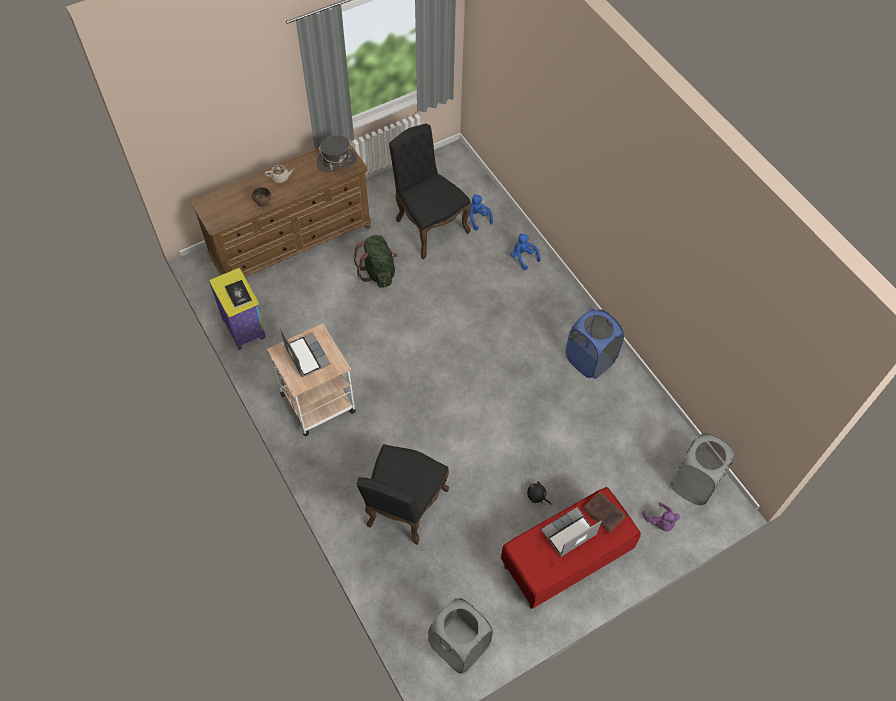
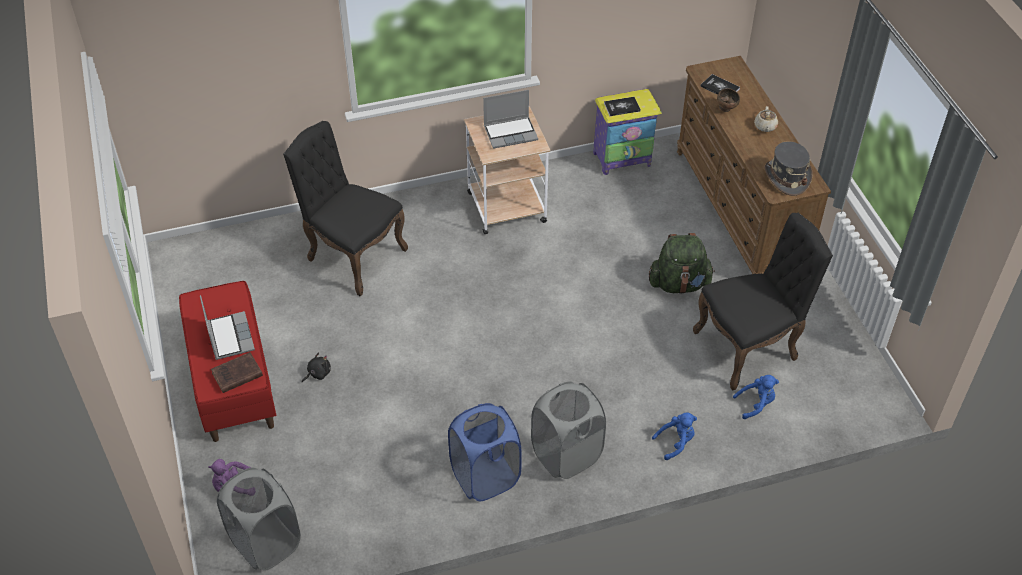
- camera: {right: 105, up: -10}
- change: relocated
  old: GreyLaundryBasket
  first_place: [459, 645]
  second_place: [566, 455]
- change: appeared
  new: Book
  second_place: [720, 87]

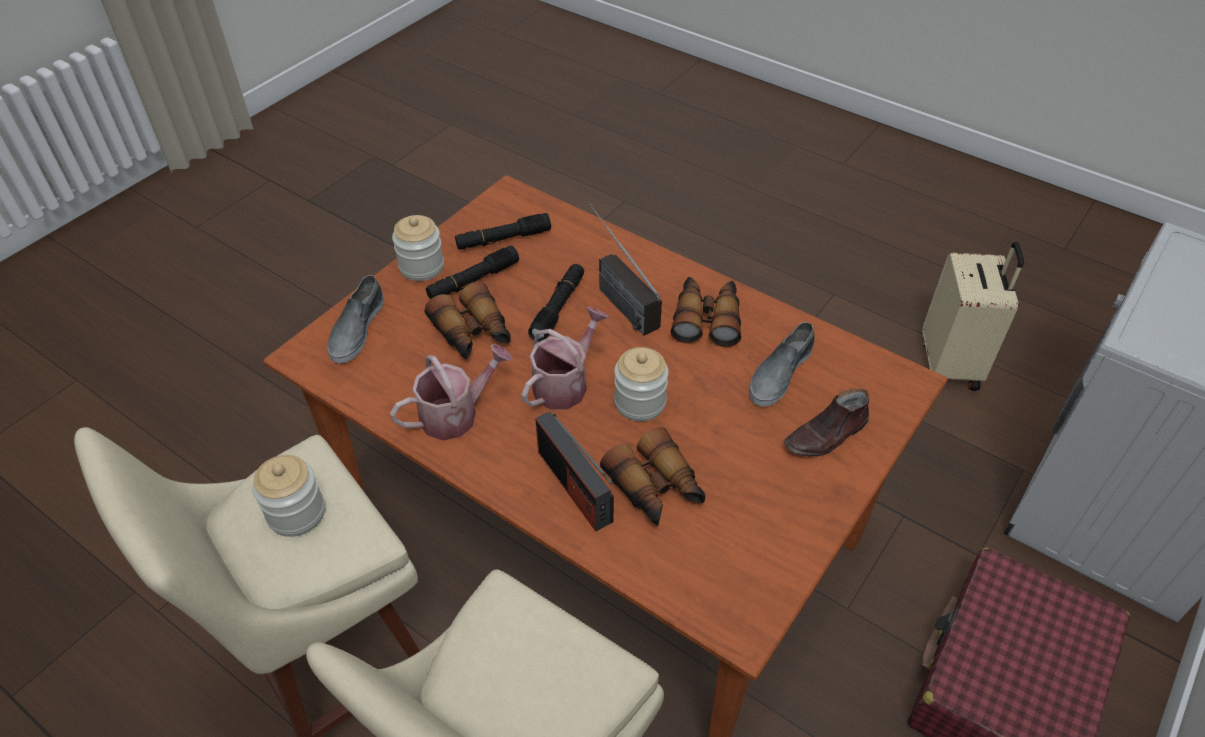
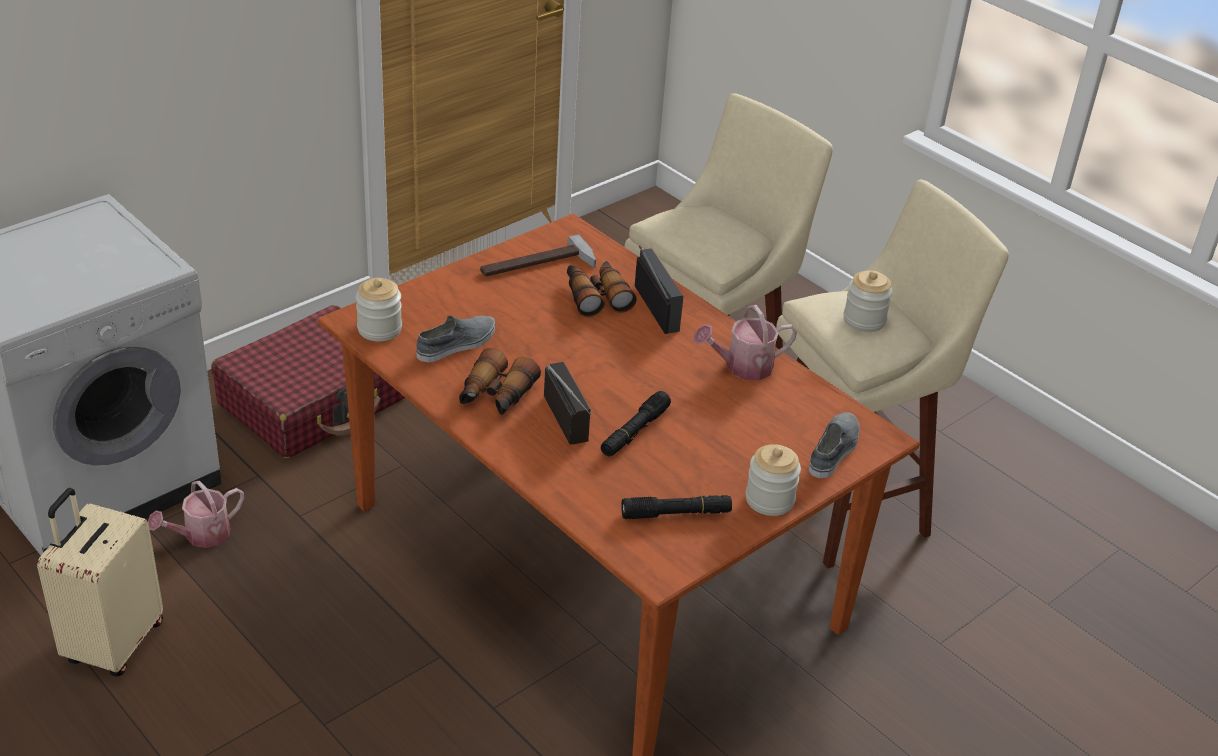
- camera: {right: -170, up: -10}
- change: missing
  old: BlackFlashlight
  first_place: [473, 281]
- change: missing
  old: Binoculars
  first_place: [473, 334]
- change: relocated
  old: WateringCan
  first_place: [565, 383]
  second_place: [201, 535]
- change: relocated
  old: Jar
  first_place: [640, 402]
  second_place: [379, 329]
- change: missing
  old: BrownShoe
  first_place: [826, 435]
- change: appeared
  new: Hammer
  second_place: [537, 266]

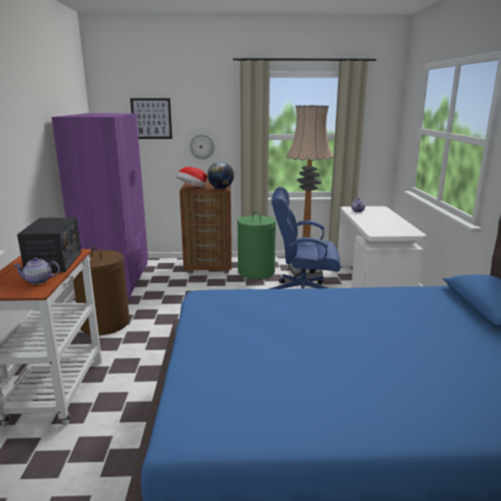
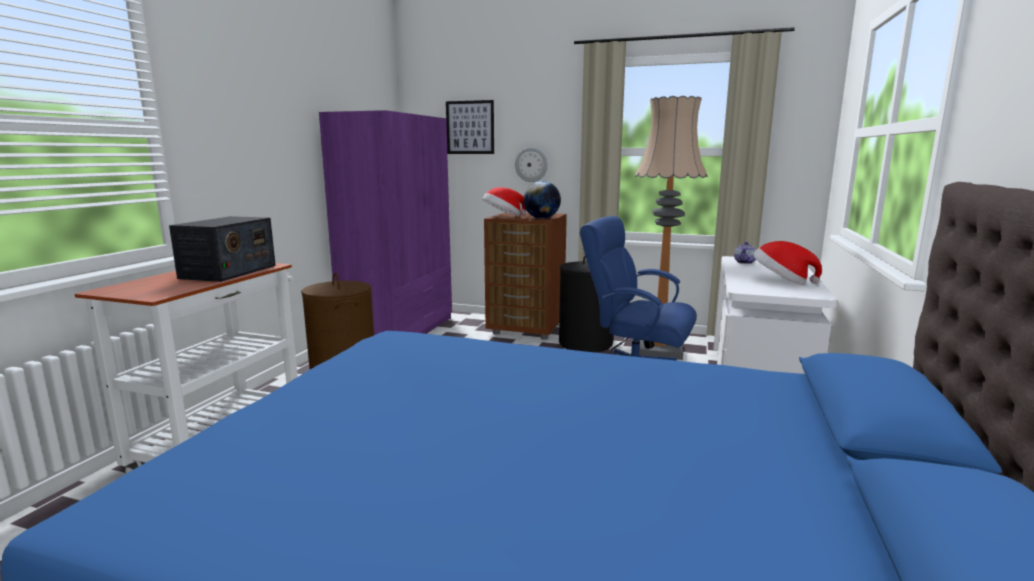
- camera: {right: 20, up: -5}
- change: colour
  old: GreenLaundryBasket
  new: BlackLaundryBasket
  first_place: [256, 272]
  second_place: [585, 343]
- change: missing
  old: Teapot
  first_place: [39, 281]
- change: appeared
  new: Hat
  second_place: [781, 281]

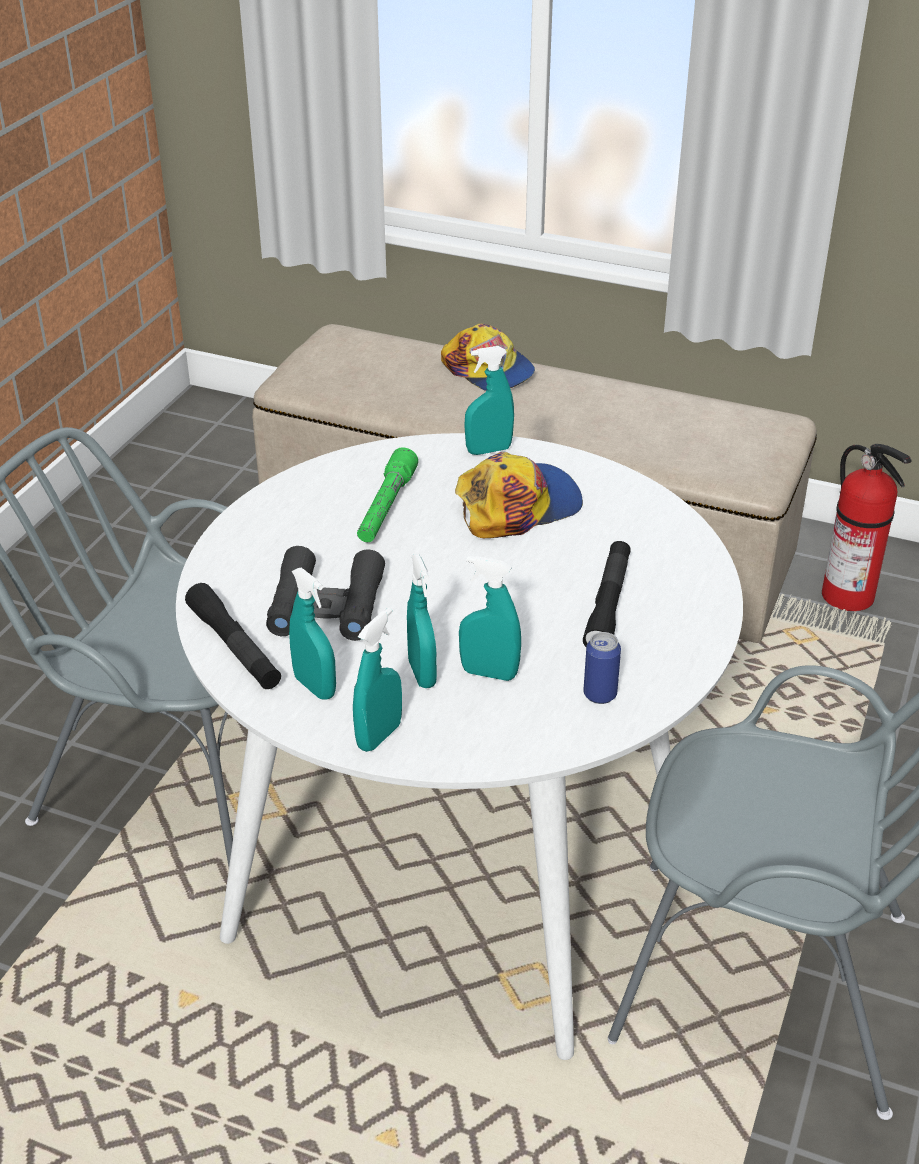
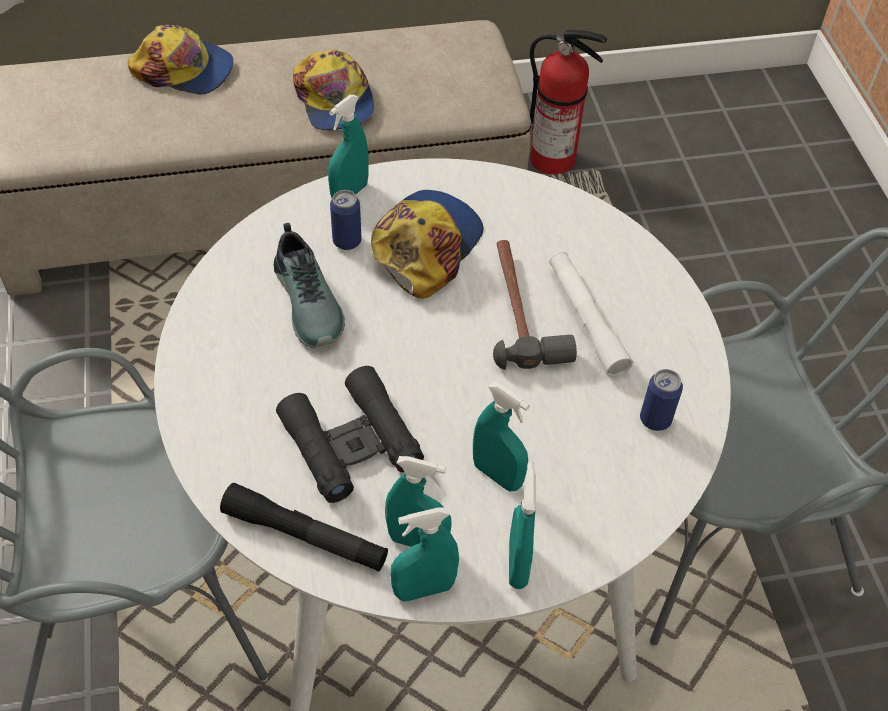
- camera: {right: -35, up: 15}
- change: exchanged
  old: GreenFlashlight
  new: Shoe
  first_place: [386, 507]
  second_place: [311, 301]
- change: colour
  old: BlackFlashlight
  new: WhiteFlashlight
  first_place: [608, 604]
  second_place: [586, 320]
- change: relocated
  old: TurquoiseSprayBottle
  first_place: [489, 673]
  second_place: [424, 589]
- change: appeared
  new: Cap
  second_place: [334, 100]
- change: appeared
  new: Can
  second_place: [347, 241]
- change: appeared
  new: Hammer
  second_place: [520, 309]

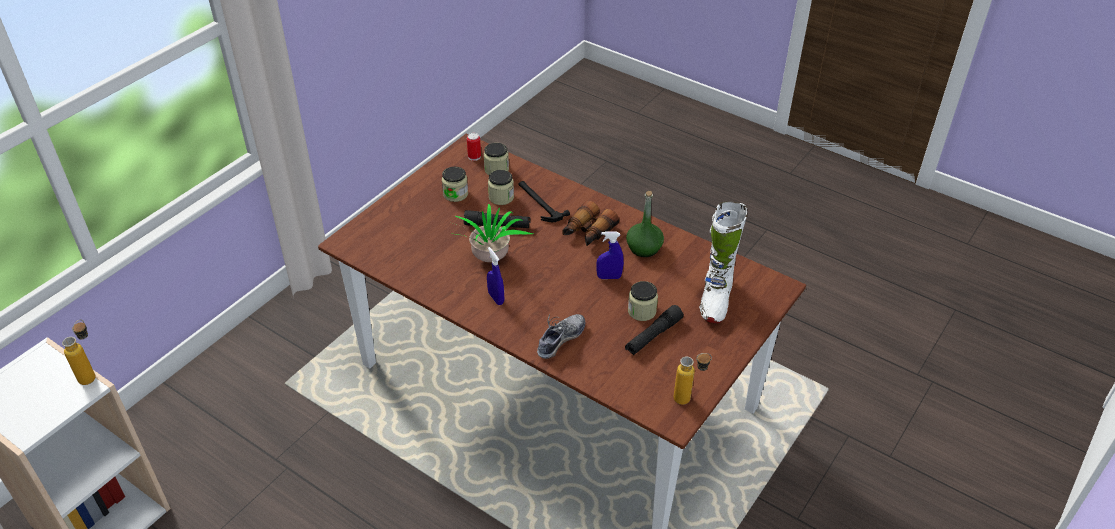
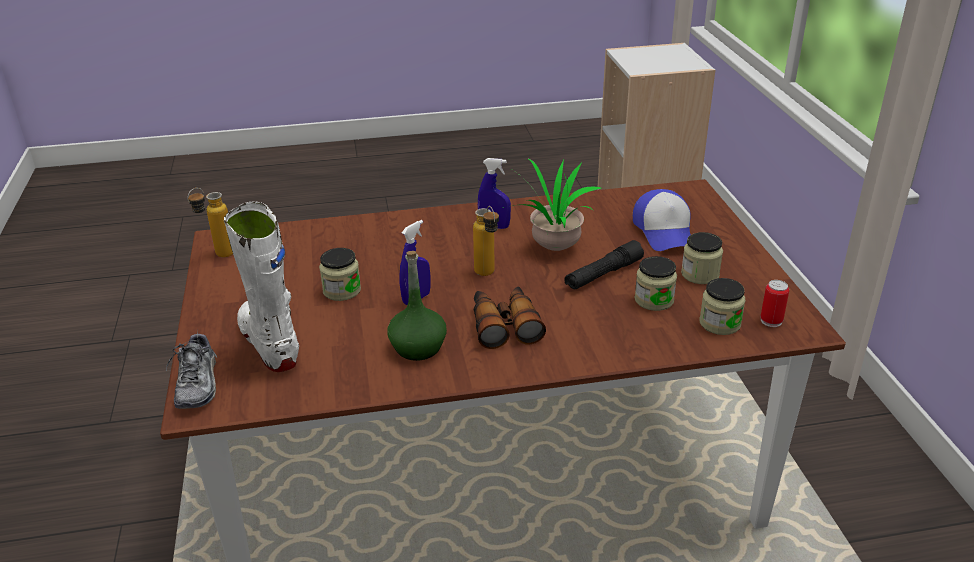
- camera: {right: 135, up: -10}
- change: missing
  old: Hammer
  first_place: [539, 203]
- change: missing
  old: BlackFlashlight
  first_place: [653, 336]
- change: relocated
  old: Shoe
  first_place: [560, 340]
  second_place: [198, 384]
- change: relocated
  old: Bottle
  first_place: [92, 374]
  second_place: [487, 275]
- change: appeared
  new: Cap
  second_place: [664, 231]

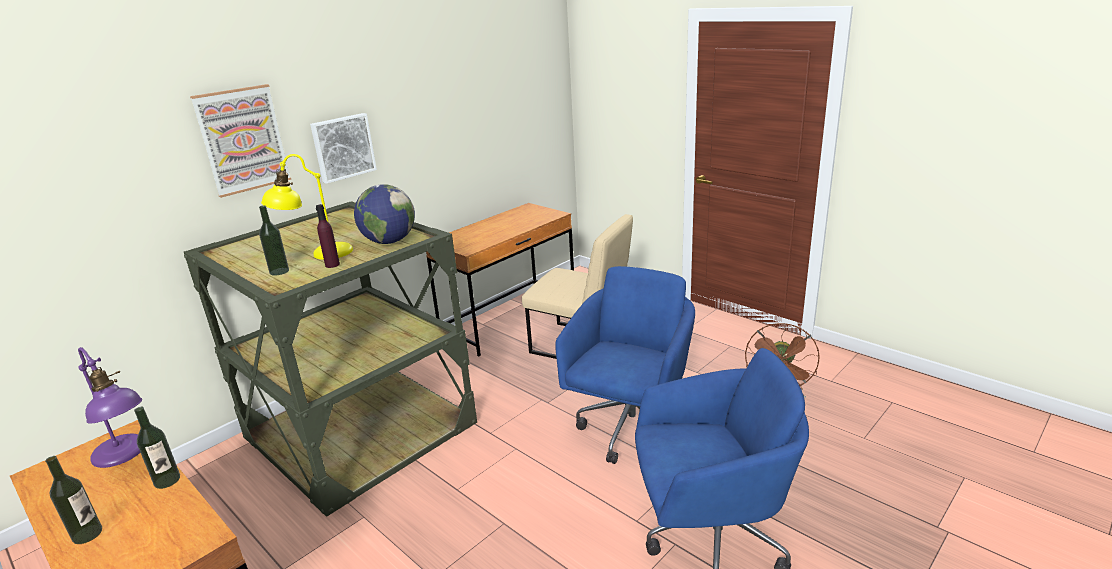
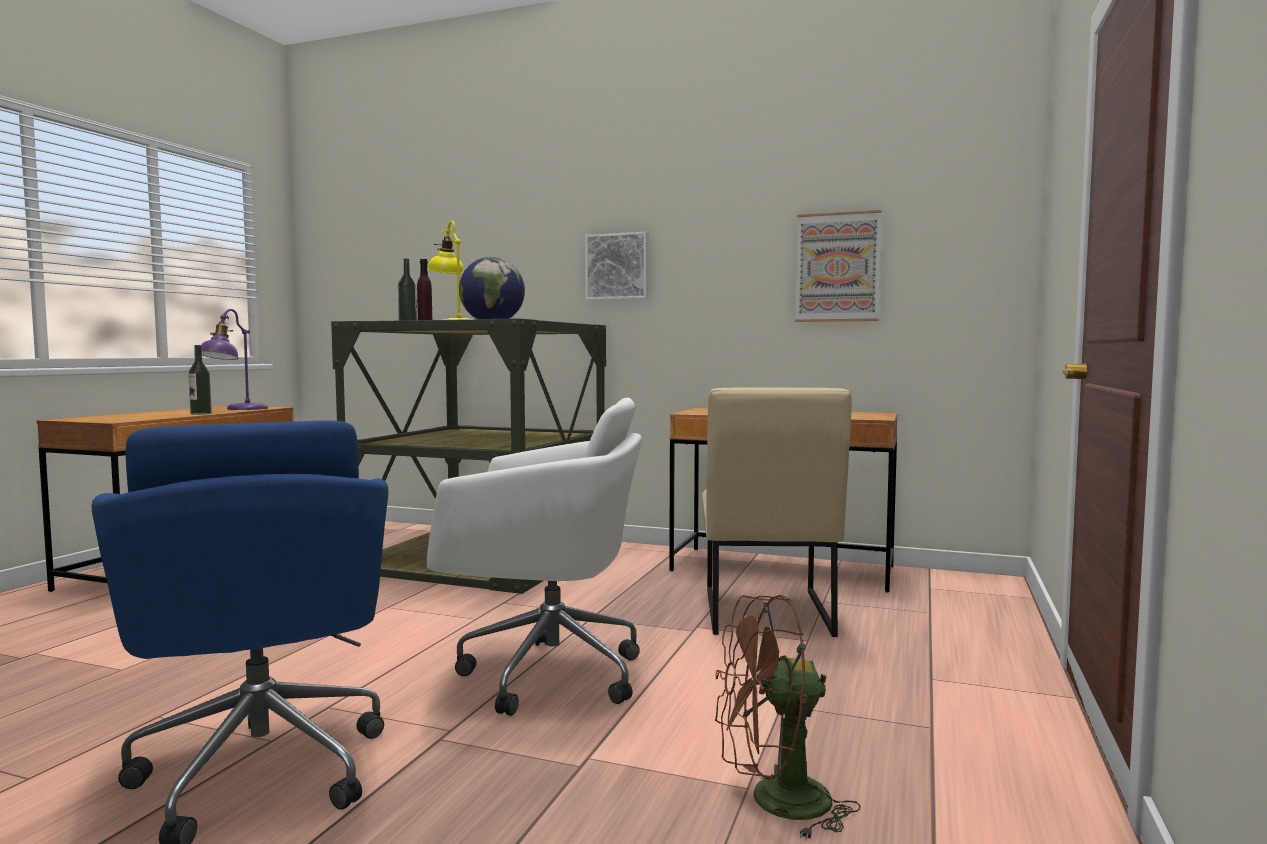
- camera: {right: 65, up: -20}
- change: relocated
  old: Picture
  first_place: [242, 140]
  second_place: [837, 267]
- change: colour
  old: BlueOfficeChair
  new: WhiteOfficeChair
  first_place: [630, 434]
  second_place: [542, 676]
- change: missing
  old: Bottle
  first_place: [87, 534]

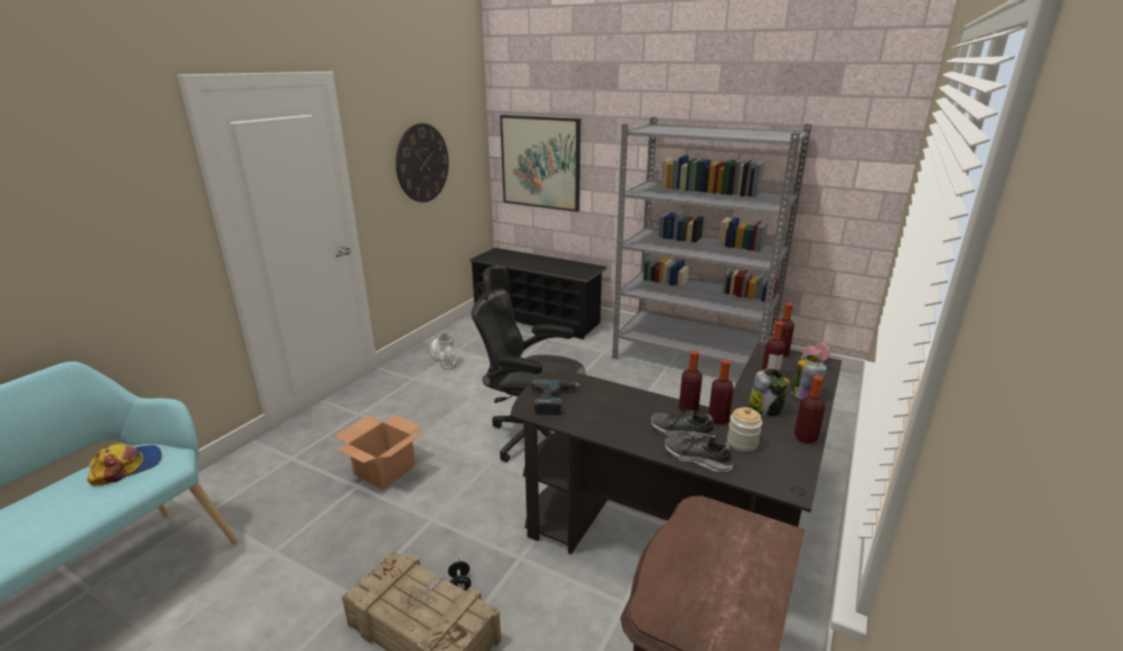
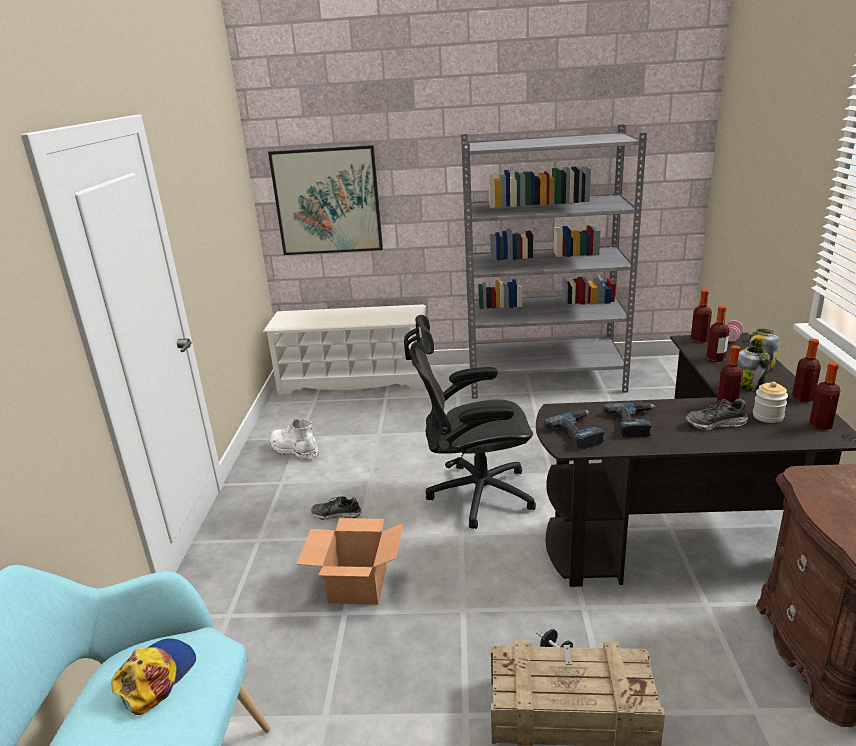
- camera: {right: -25, up: 0}
- change: missing
  old: WallClock
  first_place: [422, 163]
- change: colour
  old: BlackShoeRack
  new: WhiteShoeRack
  first_place: [537, 318]
  second_place: [354, 381]
- change: relocated
  old: Bottle
  first_place: [688, 409]
  second_place: [820, 425]
- change: relocated
  old: Shoe
  first_place: [697, 459]
  second_place: [337, 515]
- change: appeared
  new: PowerDrill
  second_place: [634, 423]

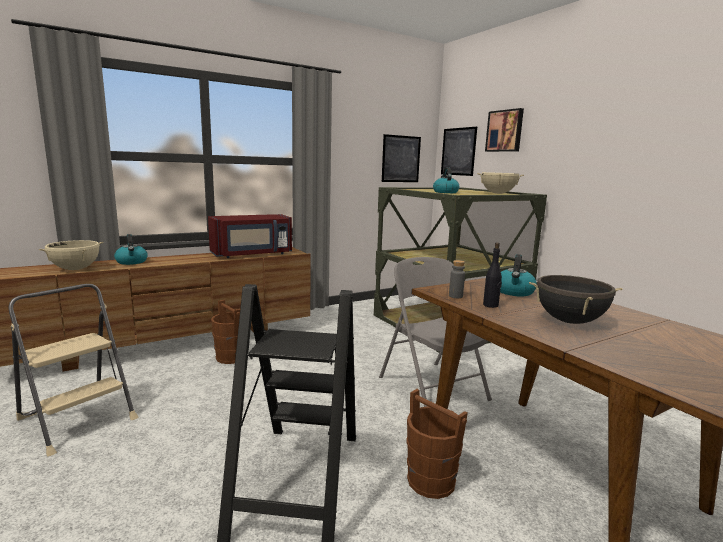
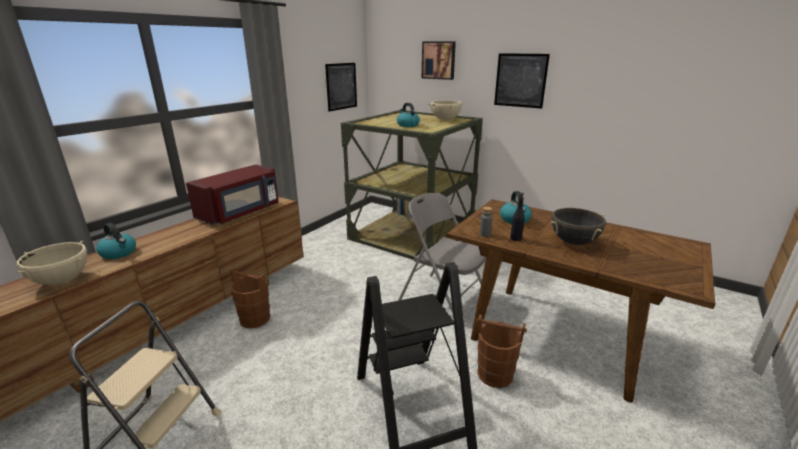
- camera: {right: -25, up: 10}
- change: relocated
  old: Picture
  first_place: [458, 151]
  second_place: [520, 80]

